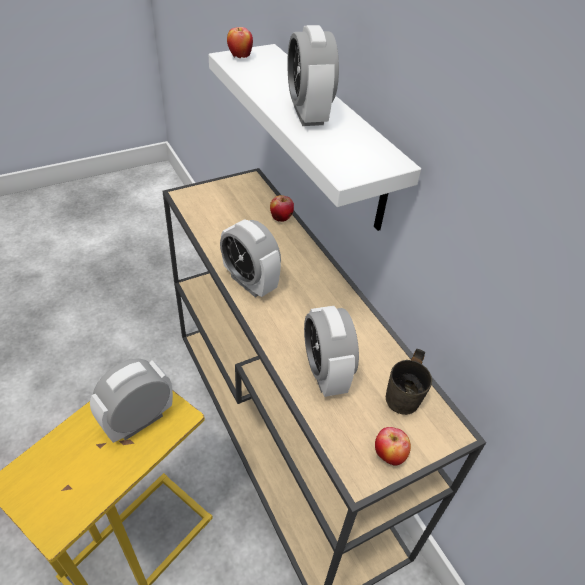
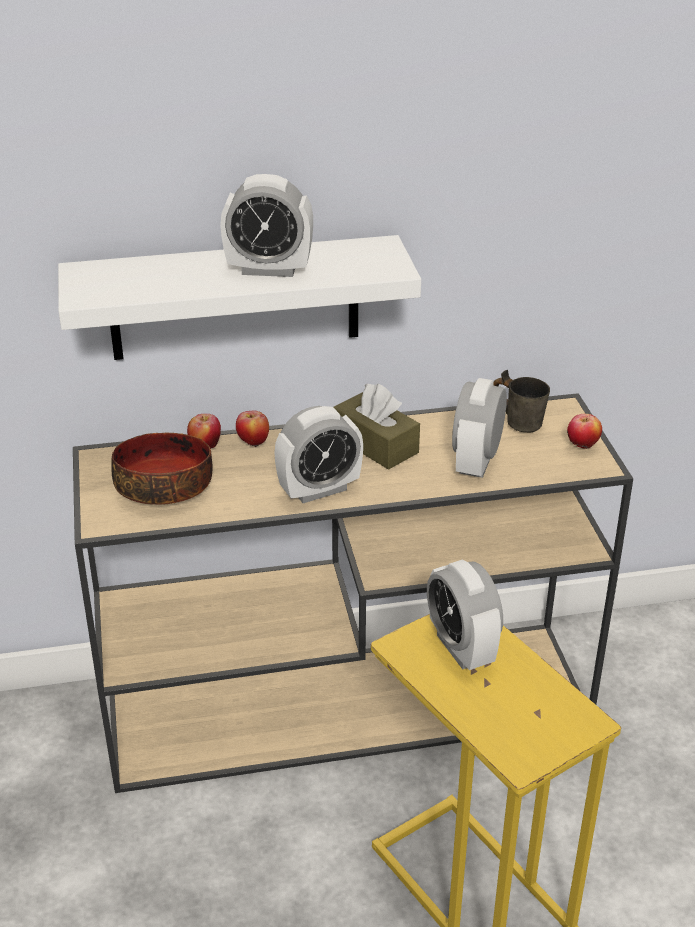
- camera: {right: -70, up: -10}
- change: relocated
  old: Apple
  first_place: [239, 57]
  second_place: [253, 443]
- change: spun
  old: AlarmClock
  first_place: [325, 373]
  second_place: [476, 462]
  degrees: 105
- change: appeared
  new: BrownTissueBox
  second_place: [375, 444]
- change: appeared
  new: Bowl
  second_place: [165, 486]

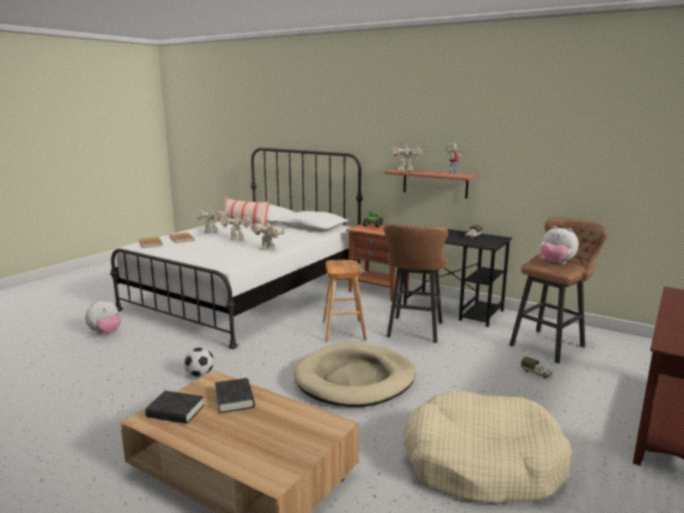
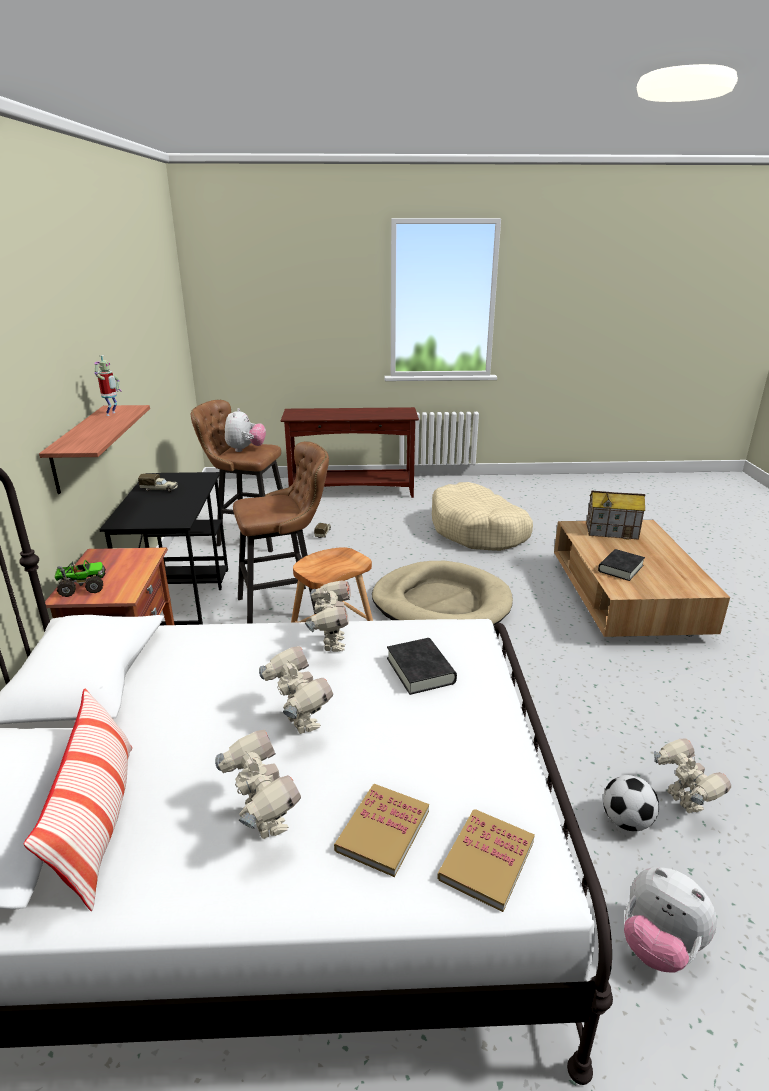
- camera: {right: -125, up: 10}
- change: relocated
  old: ToyRobot
  first_place: [405, 170]
  second_place: [682, 802]
- change: spun
  old: PlushToy
  first_place: [106, 333]
  second_place: [659, 945]
  degrees: -150
- change: relocated
  old: Football
  first_place: [200, 375]
  second_place: [626, 821]
- change: relocated
  old: BlackBook
  first_place: [175, 411]
  second_place: [420, 670]
- change: appeared
  new: ToyHouse
  second_place: [612, 531]

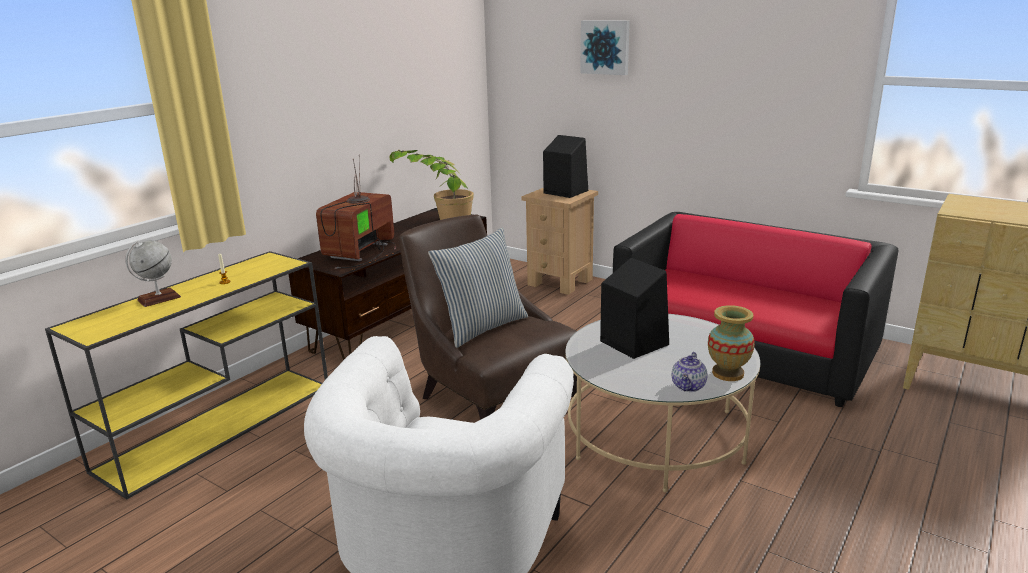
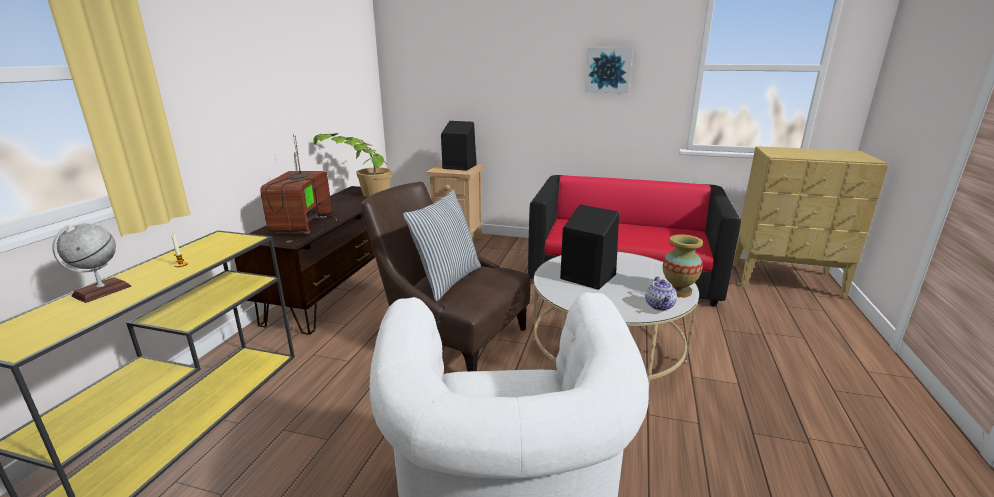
- camera: {right: -20, up: 0}
- change: relocated
  old: Picture
  first_place: [605, 47]
  second_place: [608, 70]

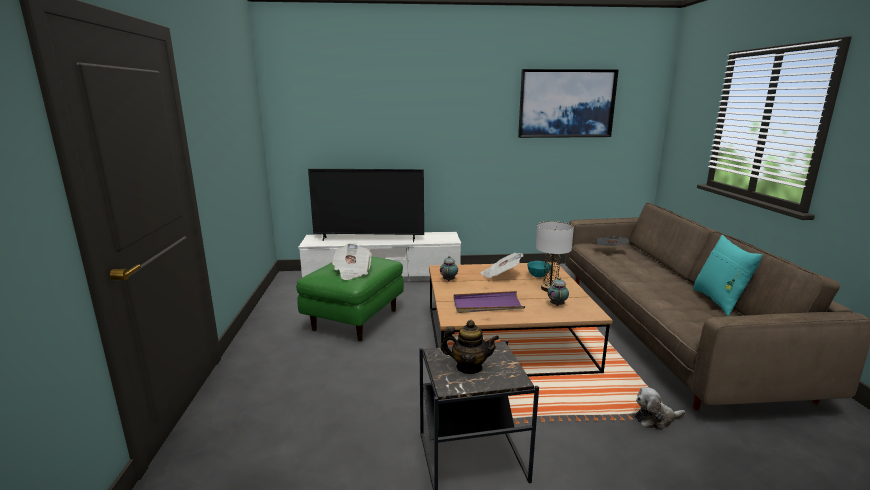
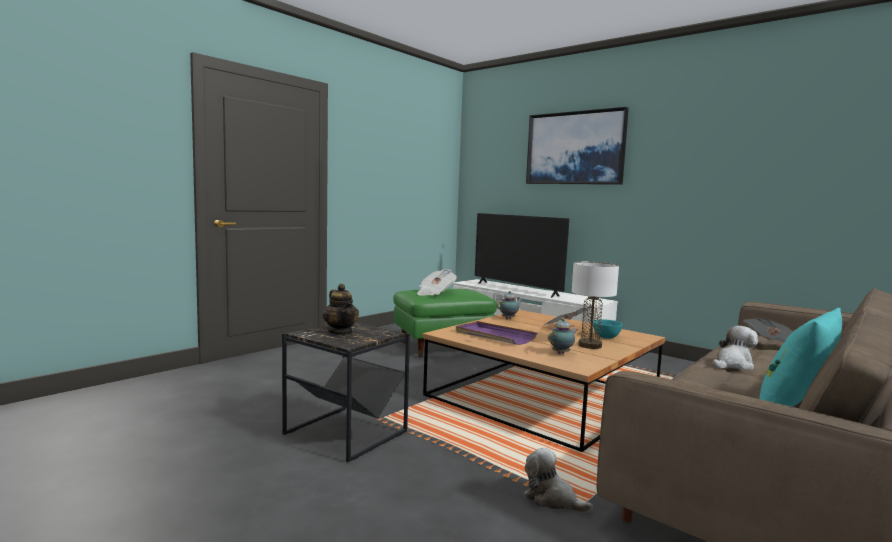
- camera: {right: 45, up: -10}
- change: relocated
  old: Picture
  first_place: [566, 103]
  second_place: [575, 148]
- change: appeared
  new: PlushToy
  second_place: [732, 364]

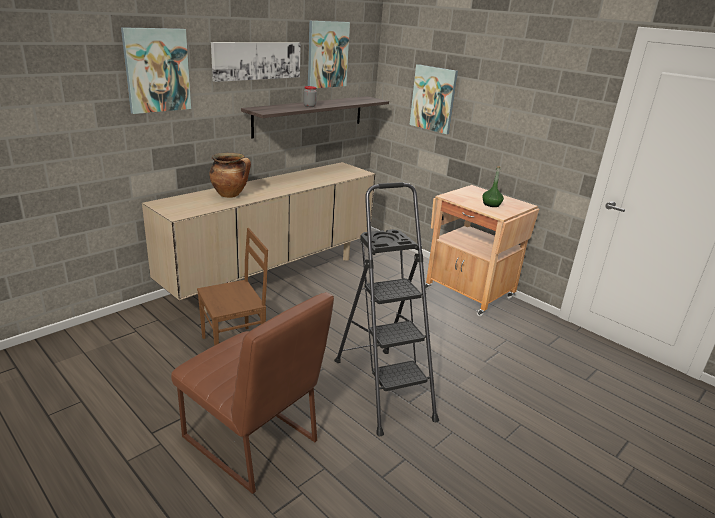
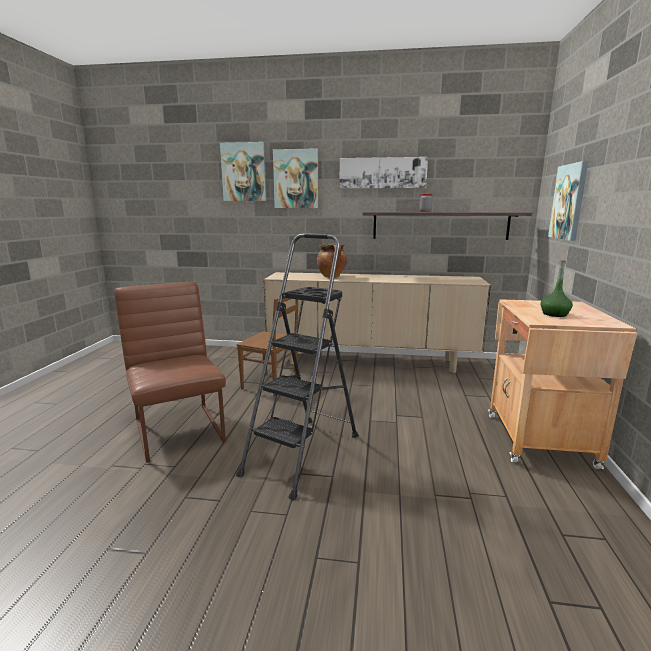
- camera: {right: 55, up: -10}
- change: relocated
  old: Picture
  first_place: [327, 54]
  second_place: [244, 172]
- change: spun
  old: BrownChair
  first_place: [252, 441]
  second_place: [179, 429]
  degrees: 150

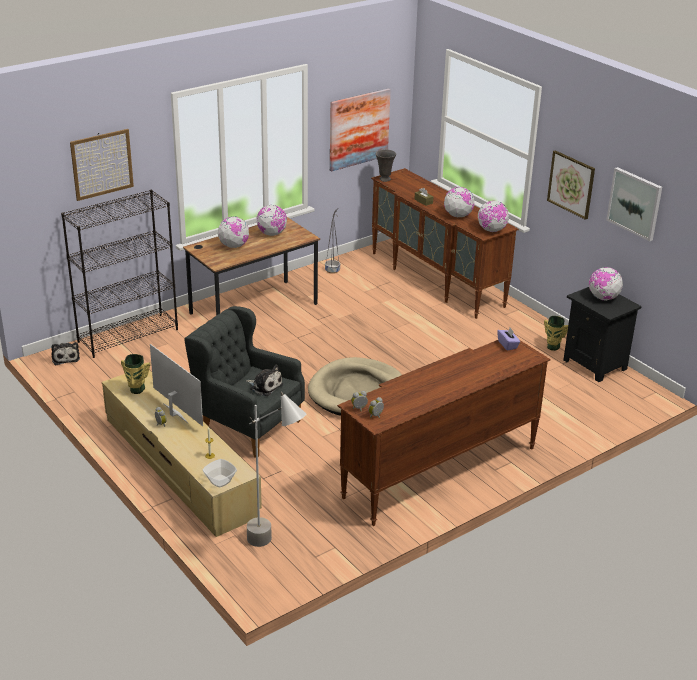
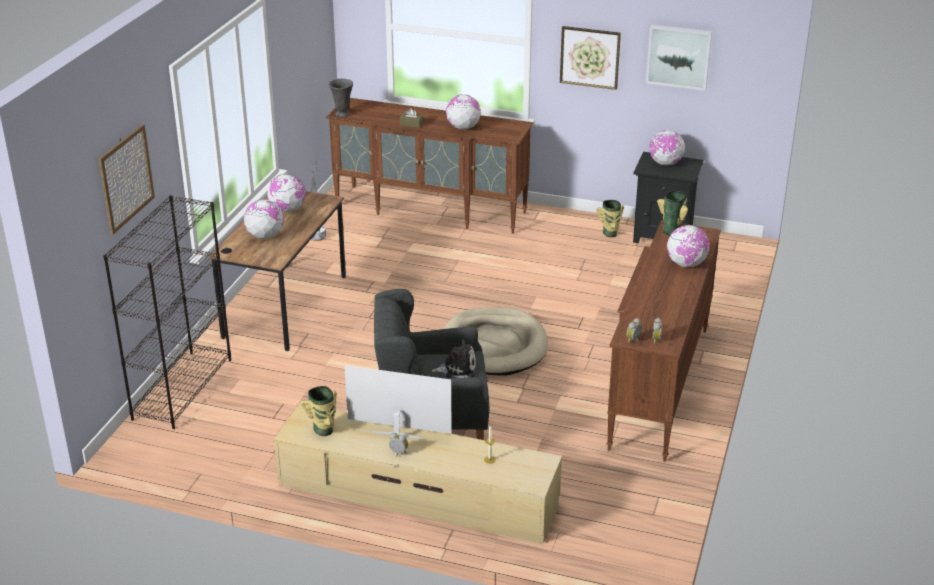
- camera: {right: -35, up: 0}
- change: missing
  old: Picture
  first_place: [359, 129]
- change: relocated
  old: Globe
  first_place: [492, 230]
  second_place: [686, 264]
- change: exchanged
  old: PurpleTissueBox
  new: Vase
  first_place: [508, 345]
  second_place: [672, 231]
- change: missing
  old: PlushToy
  first_place: [65, 358]
- change: missing
  old: GreyFloorLamp
  first_place: [275, 546]
- change: missing
  old: Bowl
  first_place: [220, 481]

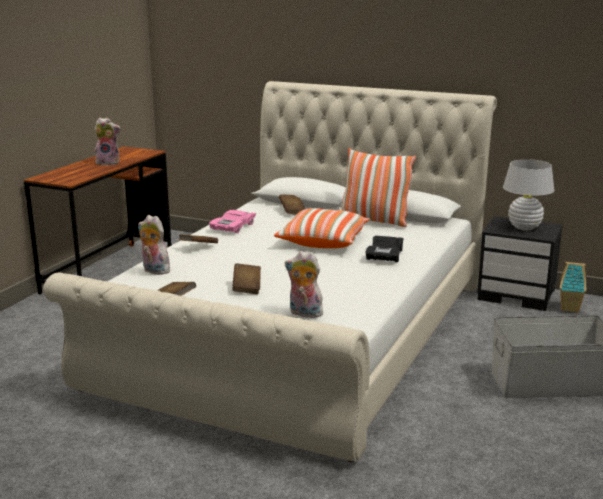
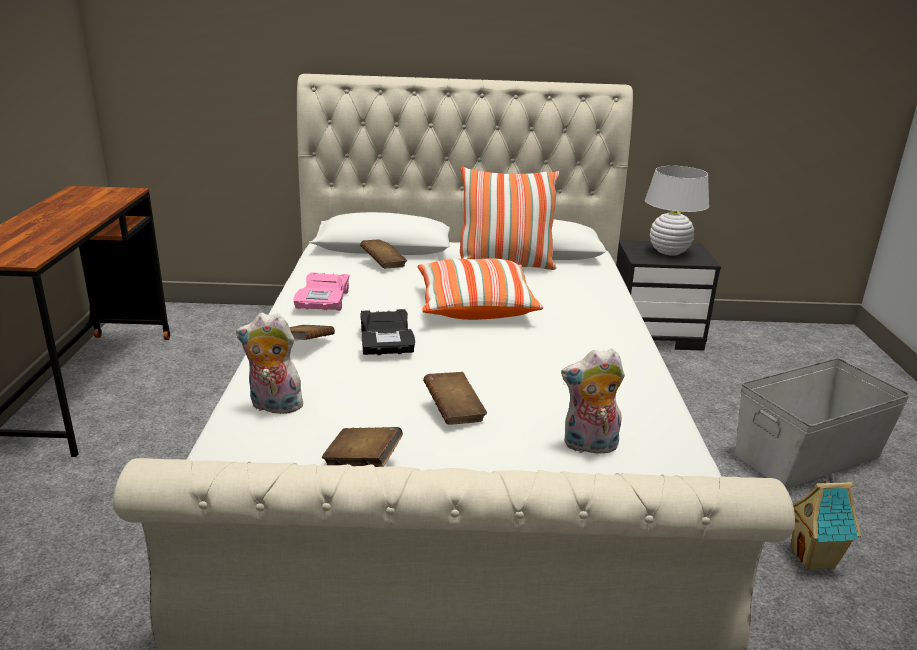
- camera: {right: -25, up: 5}
- change: missing
  old: PlushToy
  first_place: [109, 163]
- change: relocated
  old: BlackToyCar
  first_place: [385, 255]
  second_place: [386, 342]
- change: relocated
  old: ToyHouse
  first_place: [570, 308]
  second_place: [814, 559]

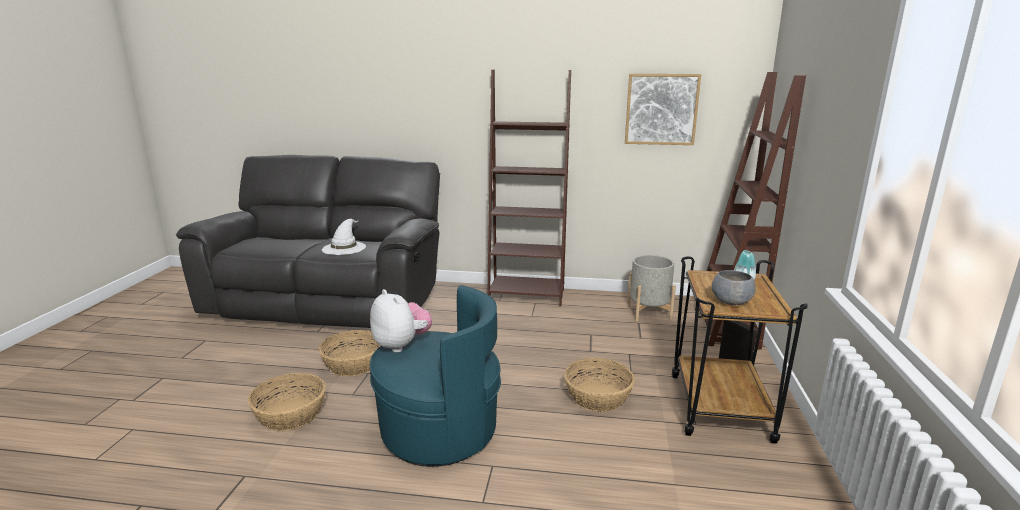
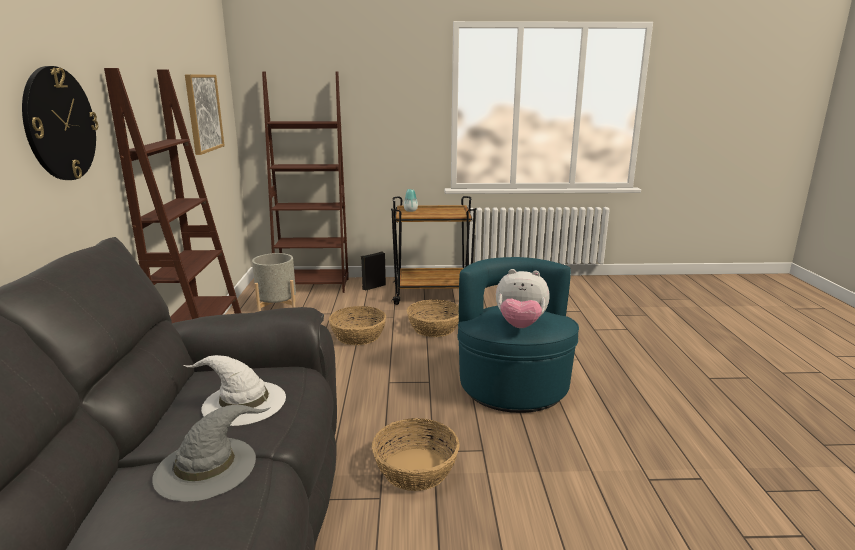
- camera: {right: -100, up: 0}
- change: missing
  old: GreyBowl
  first_place: [731, 302]
- change: spun
  old: PlushToy
  first_place: [401, 345]
  second_place: [520, 325]
  degrees: -120
- change: relocated
  old: Basket
  first_place: [291, 414]
  second_place: [358, 335]
- change: appeared
  new: WallClock
  second_place: [60, 124]
- change: appeared
  new: GreyHat
  second_place: [207, 466]

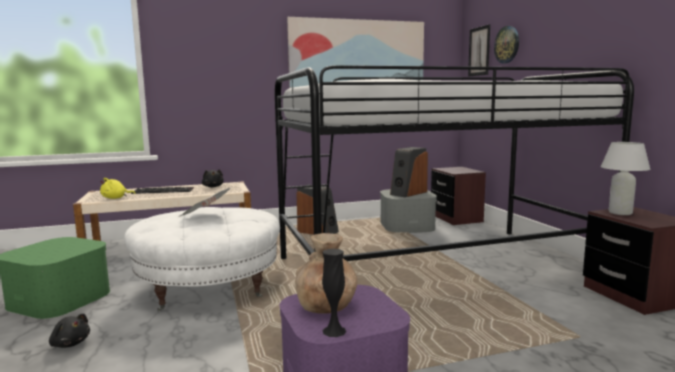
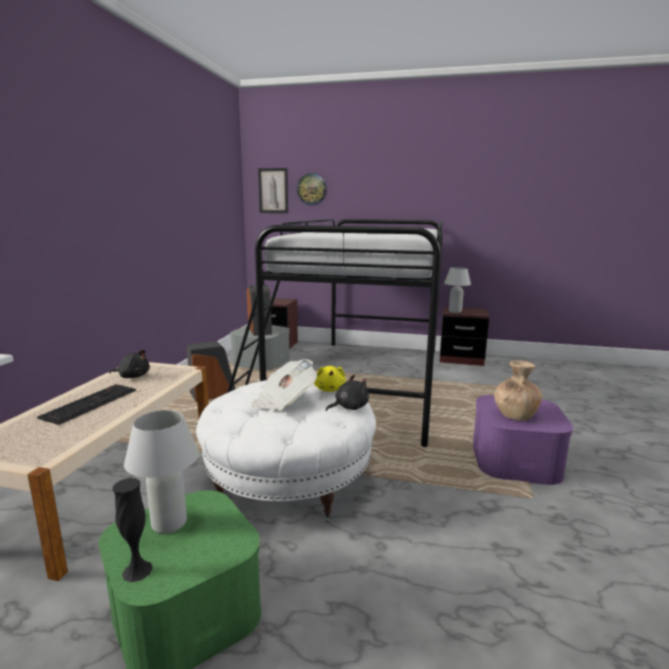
- camera: {right: -60, up: 5}
- change: missing
  old: Picture
  first_place: [358, 56]
- change: relocated
  old: YellowPlushToy
  first_place: [115, 198]
  second_place: [330, 389]
- change: relocated
  old: BlackVase
  first_place: [334, 331]
  second_place: [137, 571]
- change: relocated
  old: BlackPlushToy
  first_place: [70, 343]
  second_place: [349, 407]
- change: appeared
  new: WhiteTableLamp
  second_place: [169, 523]

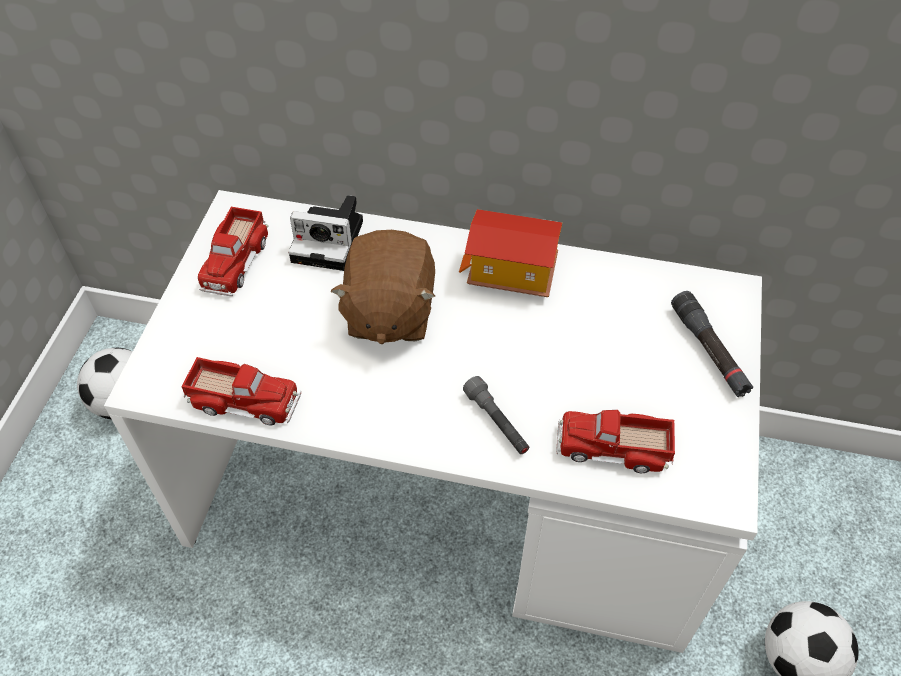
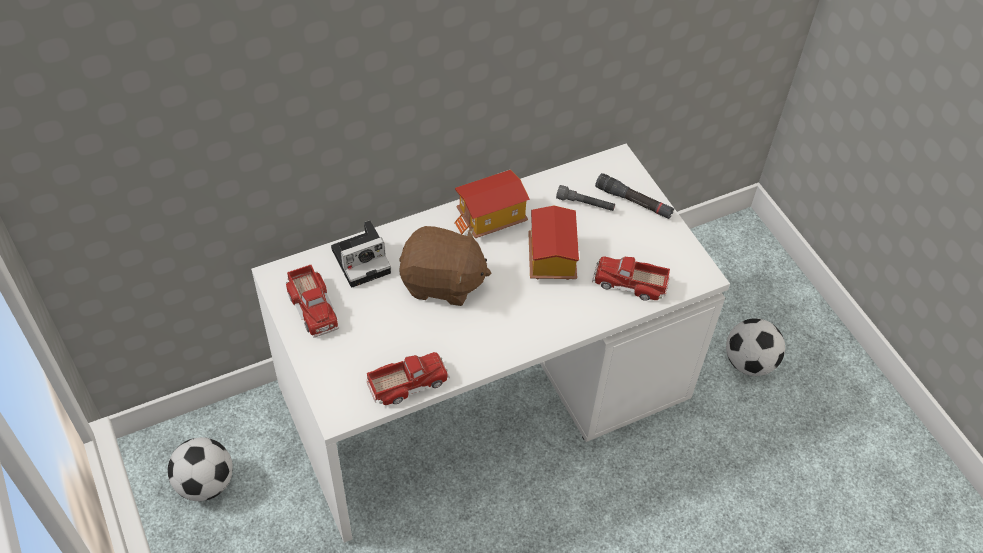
- camera: {right: -40, up: 0}
- change: spun
  old: BrownPlushToy
  first_place: [389, 312]
  second_place: [442, 282]
  degrees: -45
- change: relocated
  old: GreyFlashlight
  first_place: [497, 422]
  second_place: [585, 204]
- change: spun
  old: ToyTruck
  first_place: [613, 446]
  second_place: [630, 283]
  degrees: 45
- change: appeared
  new: ToyHouse
  second_place: [550, 258]

